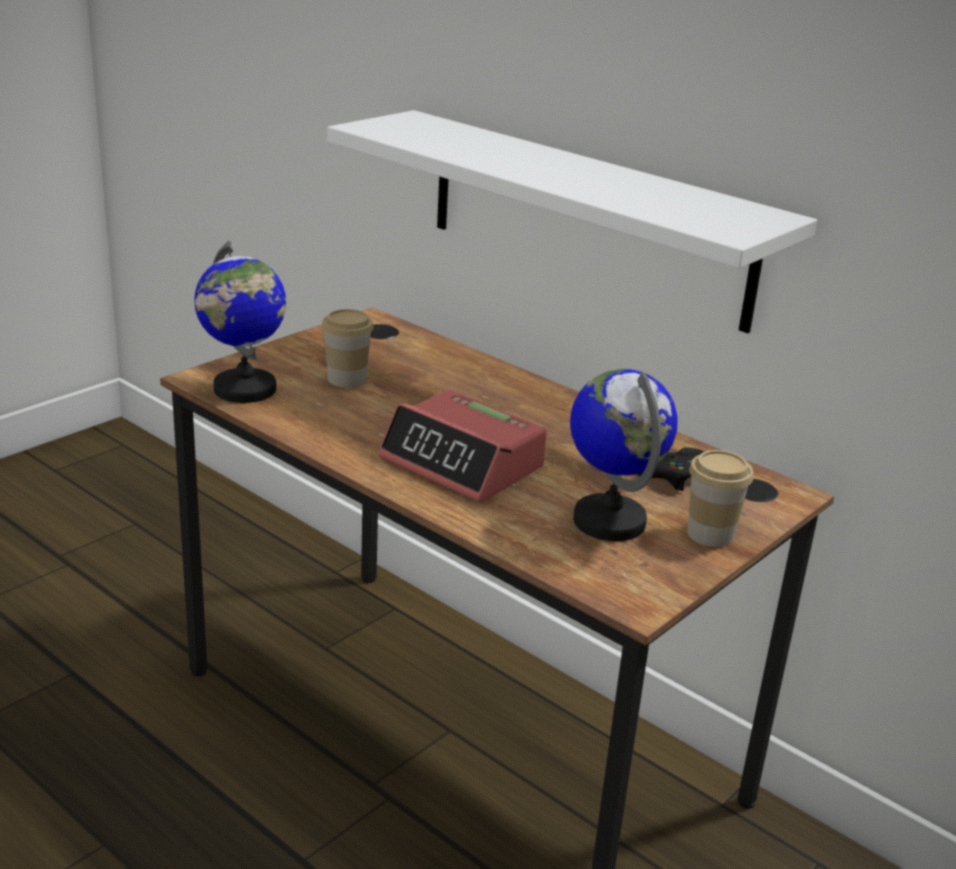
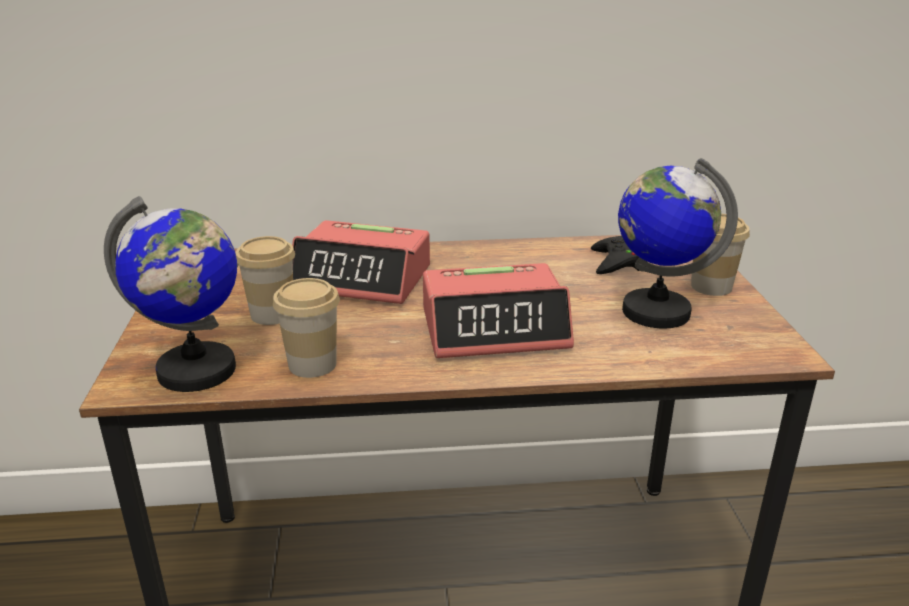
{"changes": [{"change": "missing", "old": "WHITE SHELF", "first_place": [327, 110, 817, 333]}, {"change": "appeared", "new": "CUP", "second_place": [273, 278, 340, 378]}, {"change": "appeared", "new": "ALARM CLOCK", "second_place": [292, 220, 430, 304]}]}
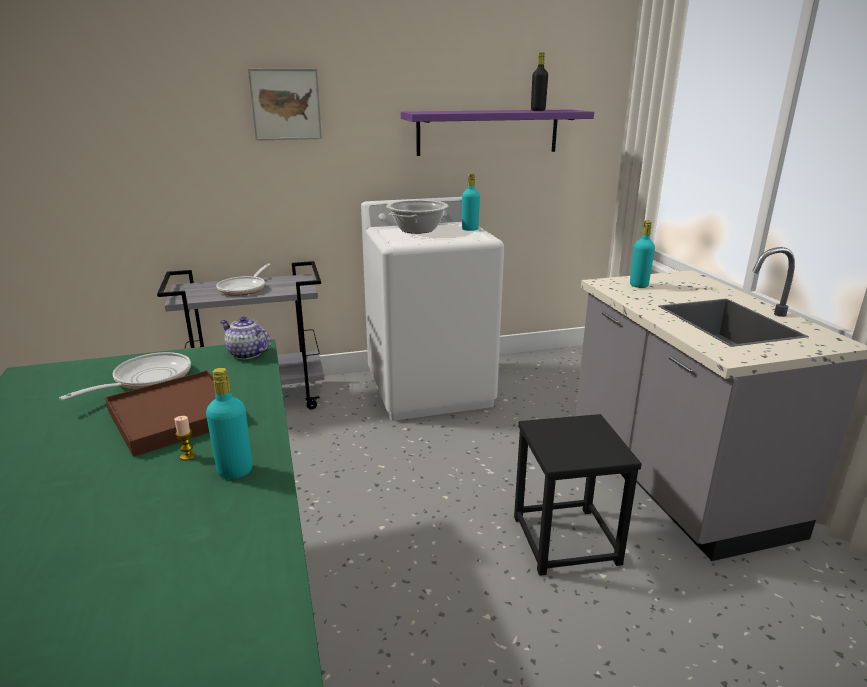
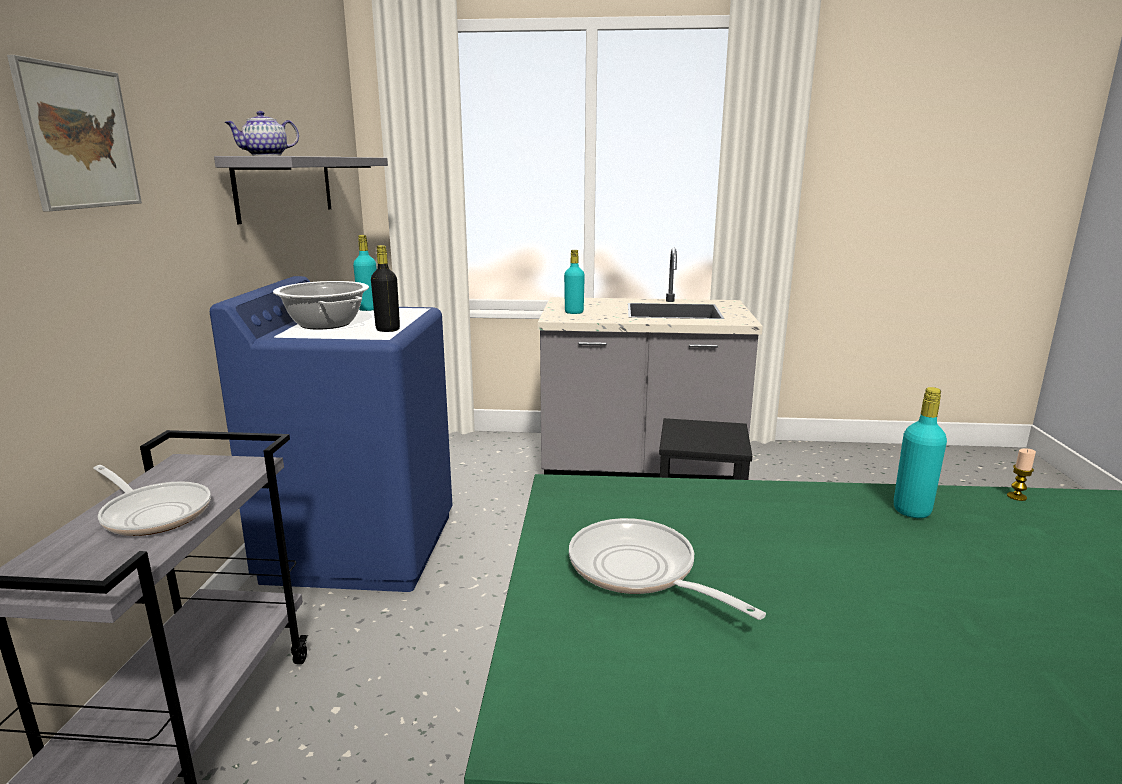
{"changes": [{"change": "missing", "old": "BROWN TRAY", "first_place": [105, 370, 216, 457]}, {"change": "relocated", "old": "CANDLE", "first_place": [174, 416, 196, 461], "second_place": [1007, 448, 1036, 501]}, {"change": "relocated", "old": "TEAPOT", "first_place": [220, 316, 271, 359], "second_place": [225, 111, 299, 156]}, {"change": "colour", "old": "WHITE WASHING MACHINE", "new": "BLUE WASHING MACHINE", "first_place": [361, 197, 504, 421], "second_place": [210, 276, 452, 592]}, {"change": "colour", "old": "PURPLE SHELF", "new": "GREY SHELF", "first_place": [401, 109, 594, 156], "second_place": [214, 156, 388, 224]}, {"change": "relocated", "old": "BLACK BOTTLE", "first_place": [531, 52, 548, 111], "second_place": [371, 245, 400, 332]}]}
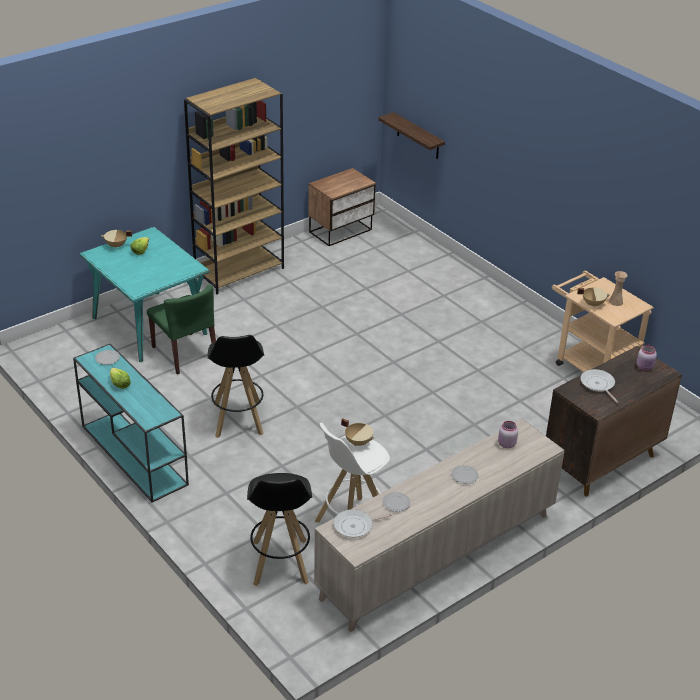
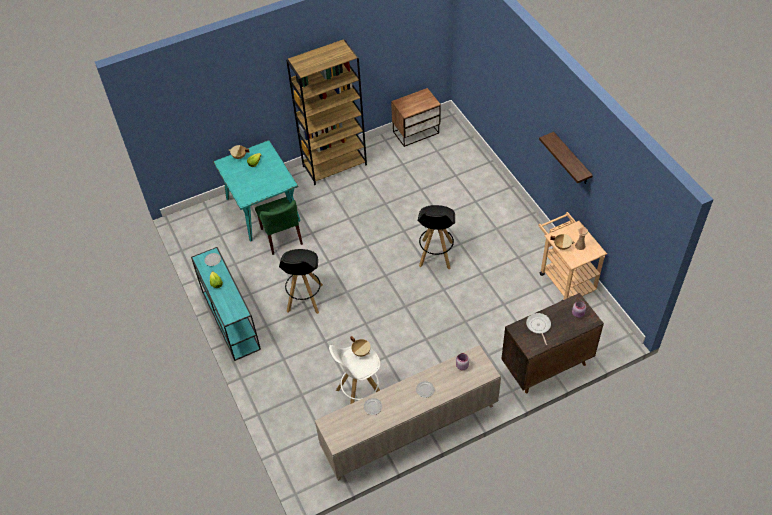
{"changes": [{"change": "relocated", "old": "BLACK STOOL", "first_place": [247, 473, 312, 586], "second_place": [418, 205, 455, 269]}, {"change": "missing", "old": "FRYING PAN", "first_place": [334, 509, 392, 538]}, {"change": "relocated", "old": "SHELF", "first_place": [378, 112, 445, 159], "second_place": [539, 132, 593, 184]}]}
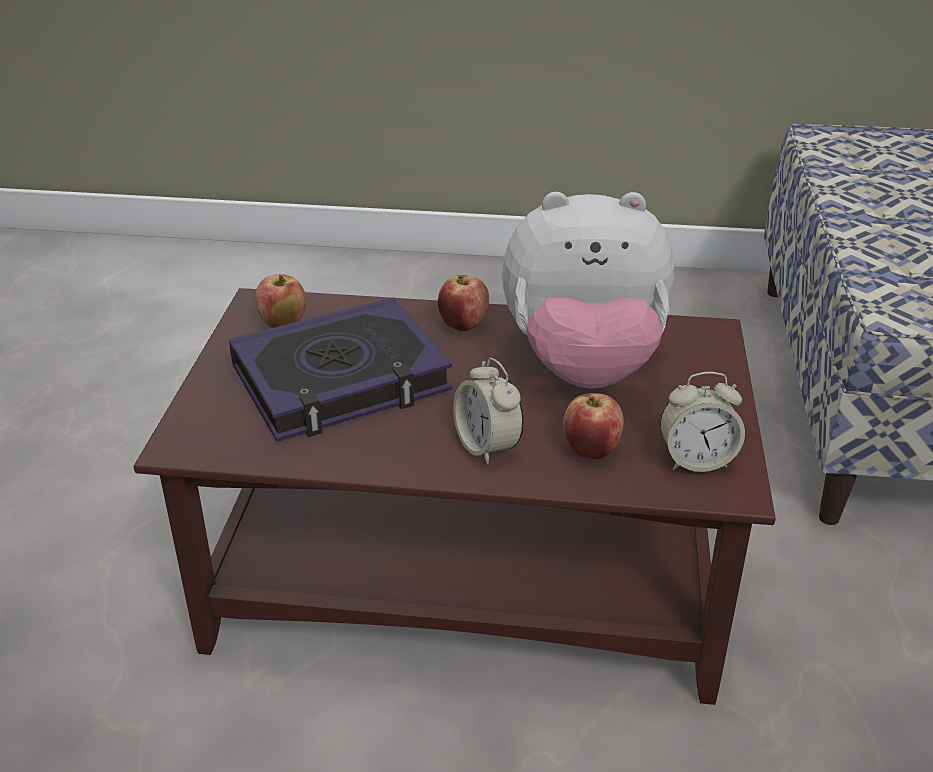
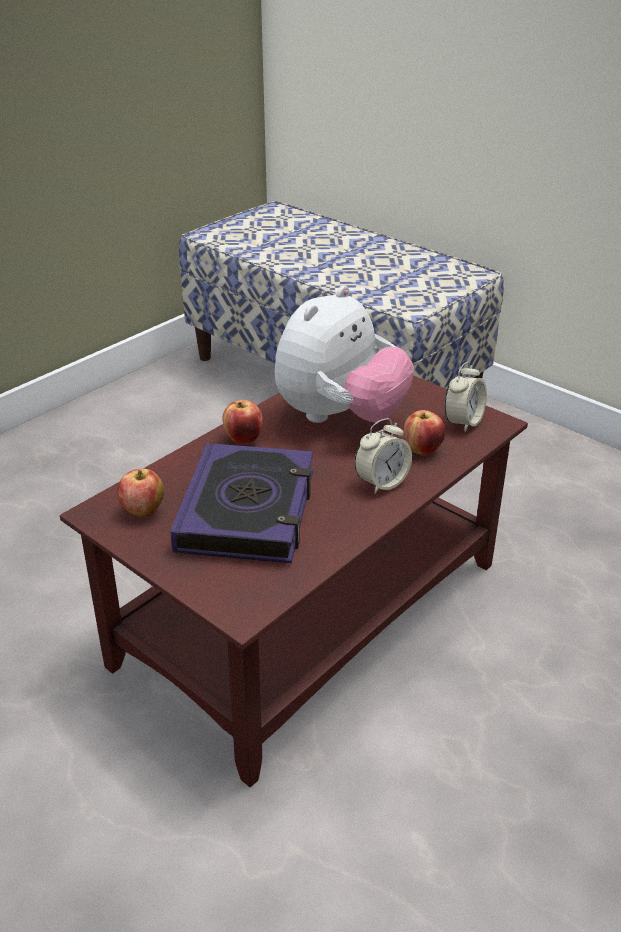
{"changes": [{"change": "spun", "old": "ALARM CLOCK", "first_place": [453, 358, 524, 465], "second_place": [354, 418, 412, 494], "degrees": -45}]}
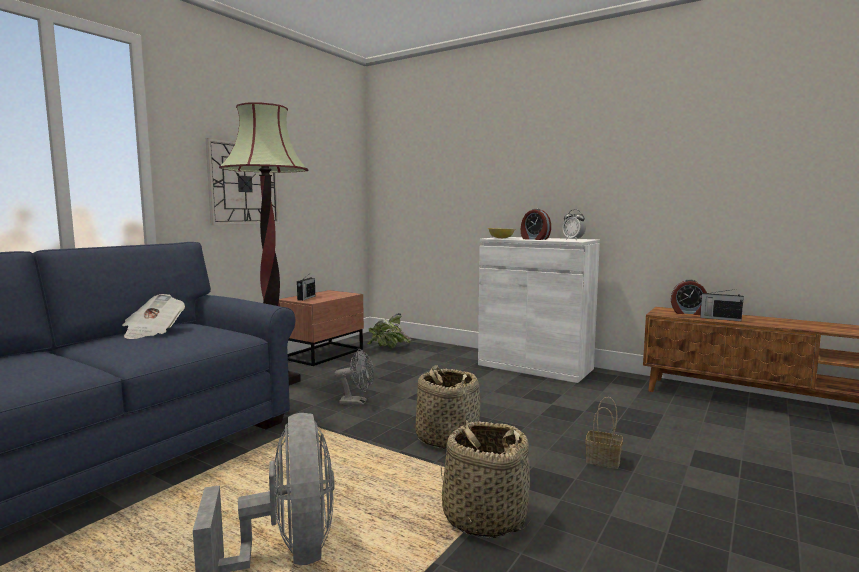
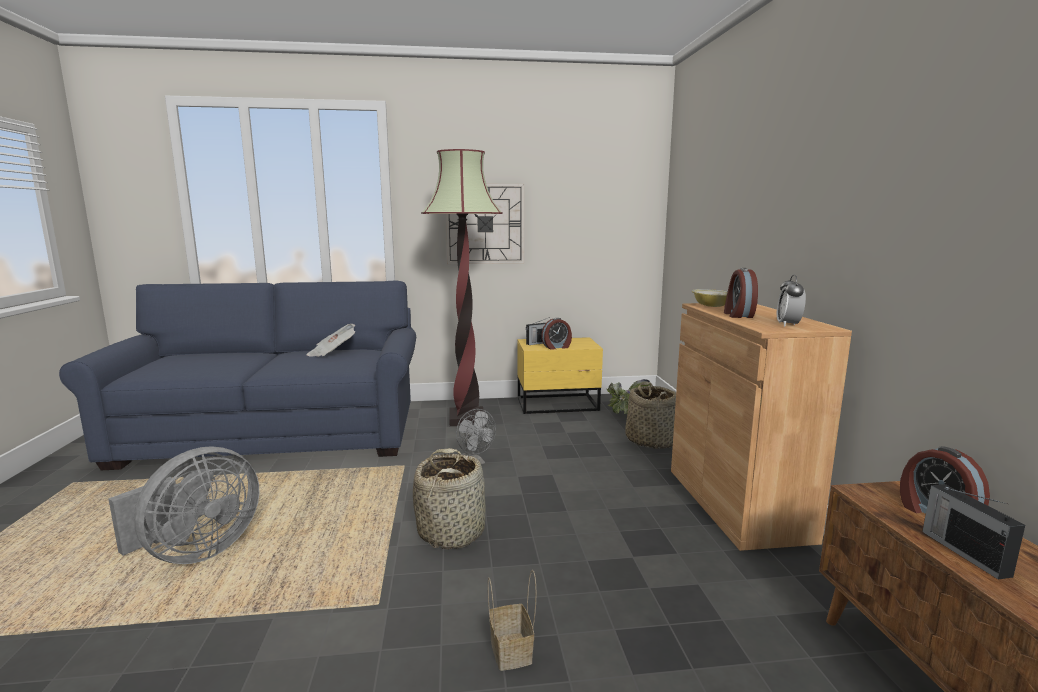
{"changes": [{"change": "colour", "old": "BROWN NIGHTSTAND", "new": "YELLOW NIGHTSTAND", "first_place": [279, 290, 364, 366], "second_place": [517, 337, 603, 414]}, {"change": "relocated", "old": "BASKET", "first_place": [441, 420, 531, 538], "second_place": [625, 382, 676, 449]}, {"change": "colour", "old": "WHITE CABINET", "new": "BROWN CABINET", "first_place": [478, 237, 600, 383], "second_place": [671, 303, 852, 551]}, {"change": "appeared", "new": "ALARM CLOCK", "second_place": [541, 318, 572, 350]}]}
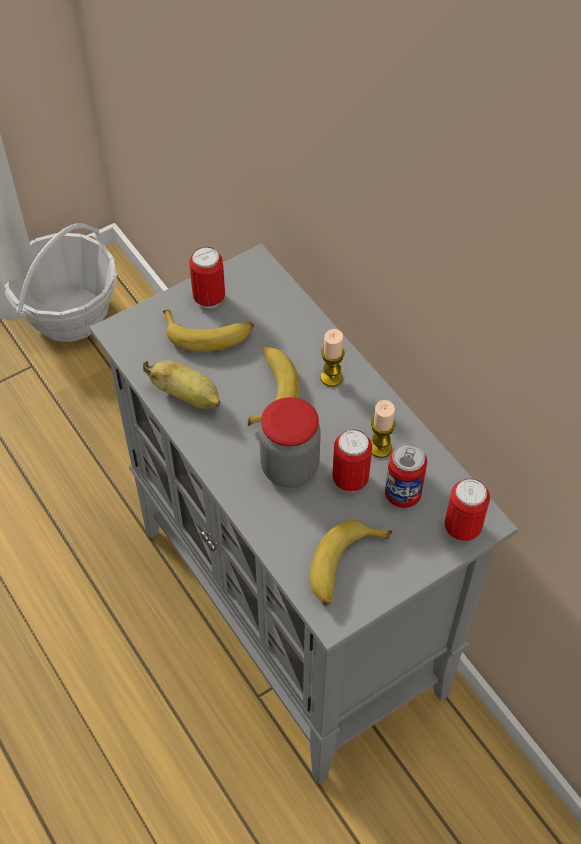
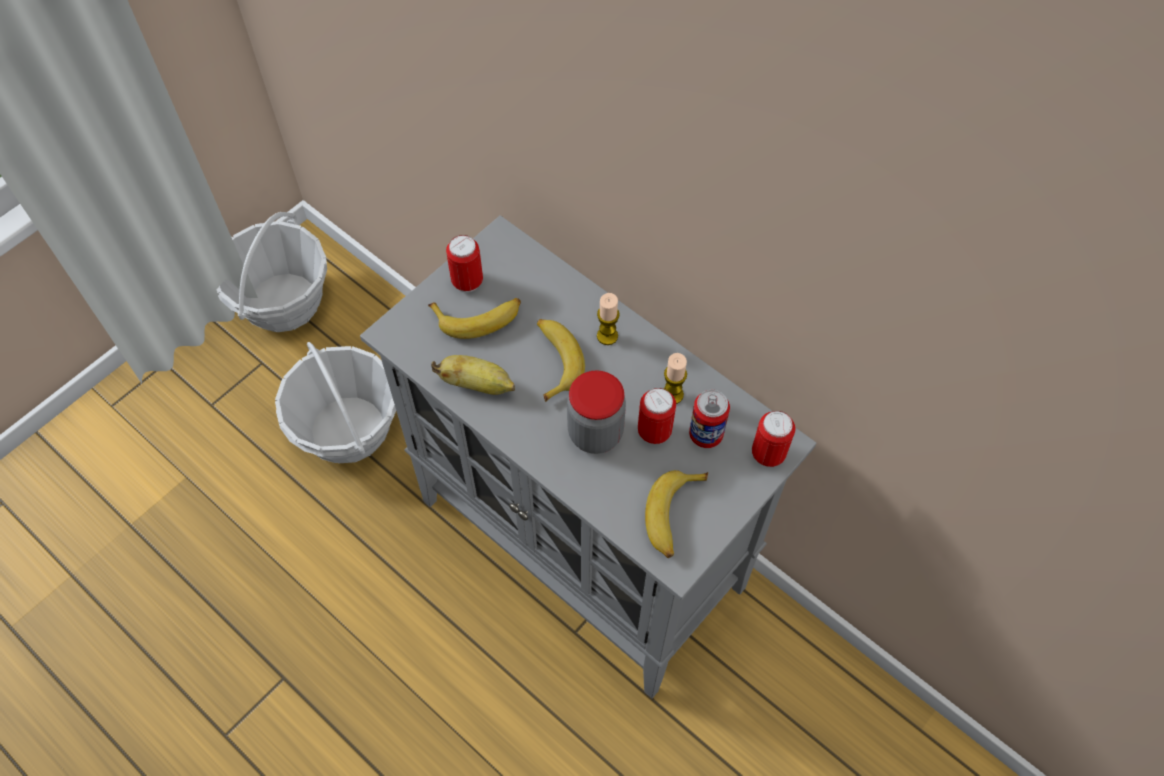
{"changes": [{"change": "appeared", "new": "BASKET", "second_place": [275, 342, 396, 463]}]}
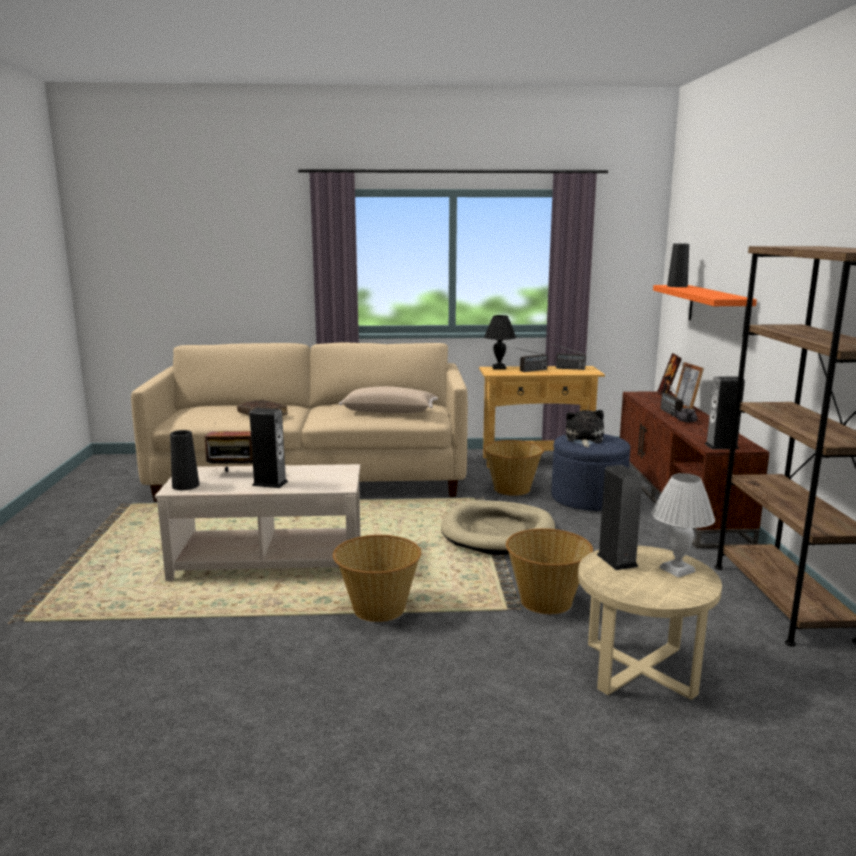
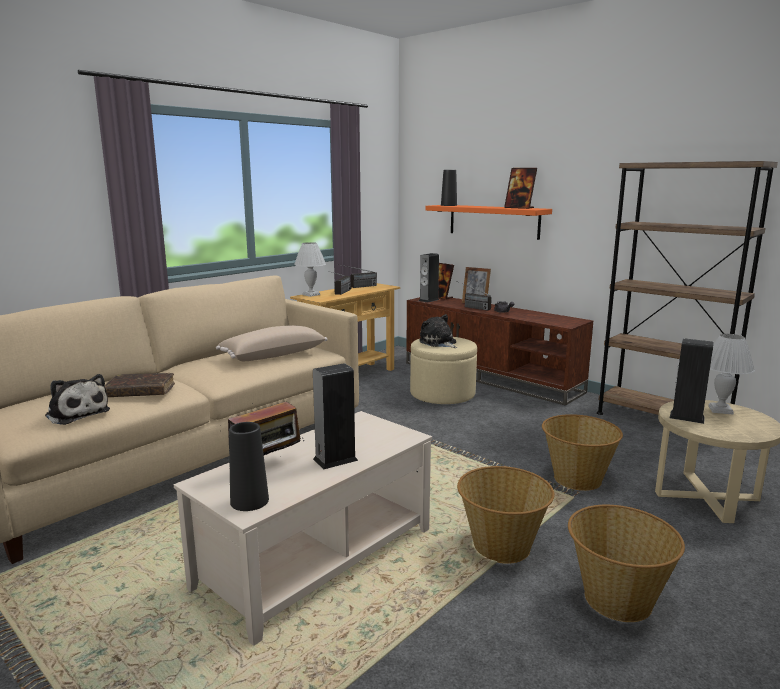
{"changes": [{"change": "missing", "old": "BEIGE DOG BED", "first_place": [441, 500, 555, 555]}, {"change": "relocated", "old": "BASKET", "first_place": [483, 440, 544, 496], "second_place": [568, 505, 685, 622]}, {"change": "colour", "old": "BLACK TABLE LAMP", "new": "WHITE TABLE LAMP", "first_place": [484, 315, 516, 370], "second_place": [294, 242, 326, 297]}, {"change": "colour", "old": "BLUE OTTOMAN", "new": "BEIGE OTTOMAN", "first_place": [551, 434, 630, 511], "second_place": [410, 337, 477, 404]}, {"change": "relocated", "old": "SPEAKER", "first_place": [705, 376, 745, 449], "second_place": [419, 253, 439, 302]}, {"change": "appeared", "new": "PLUSH TOY", "second_place": [45, 374, 110, 425]}, {"change": "appeared", "new": "PICTURE FRAME", "second_place": [504, 168, 537, 209]}]}
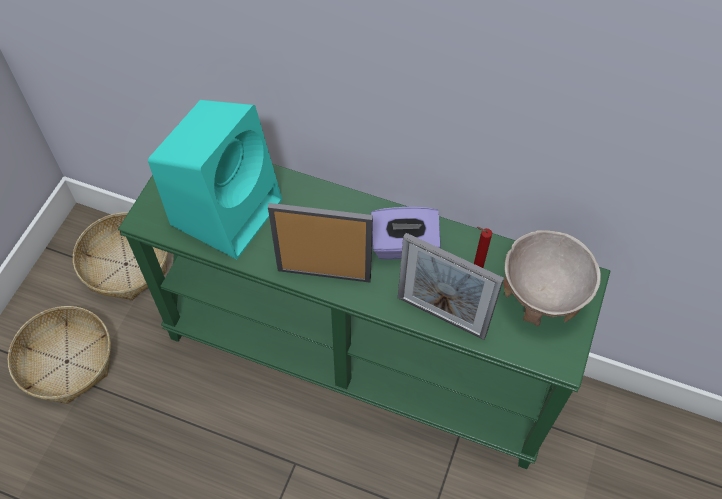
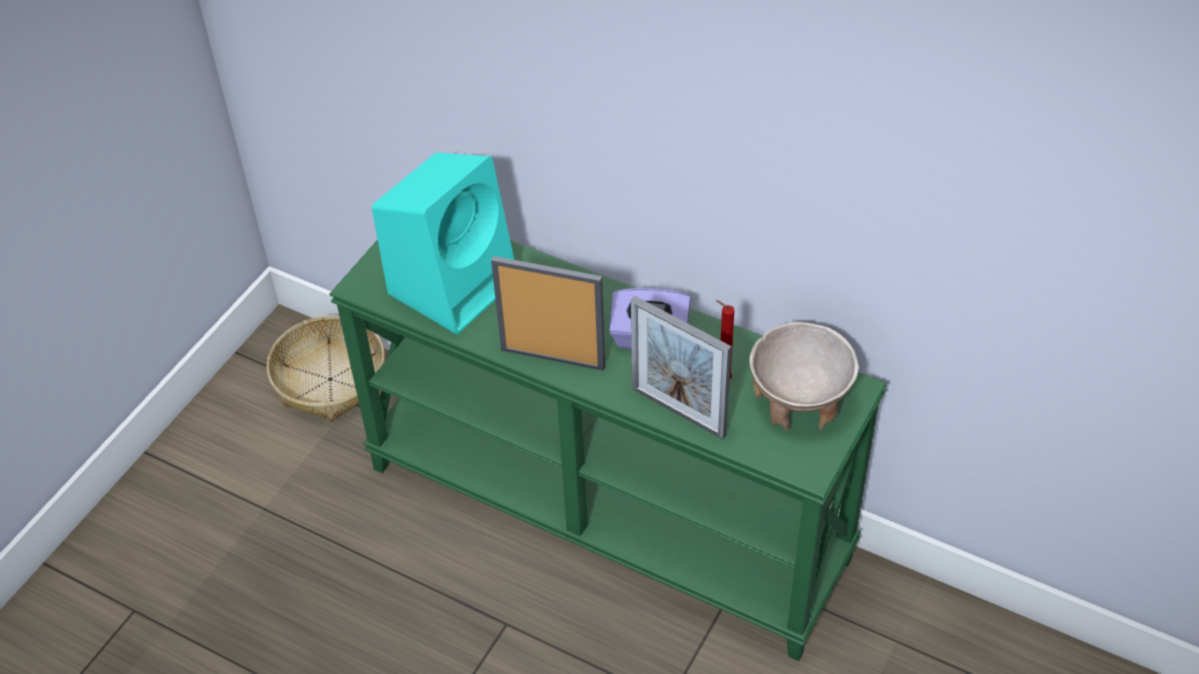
{"changes": [{"change": "missing", "old": "BASKET", "first_place": [8, 306, 111, 404]}]}
